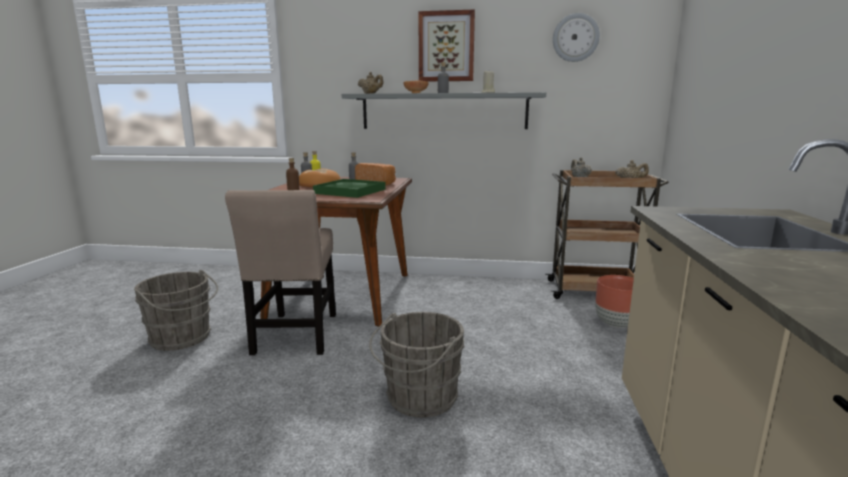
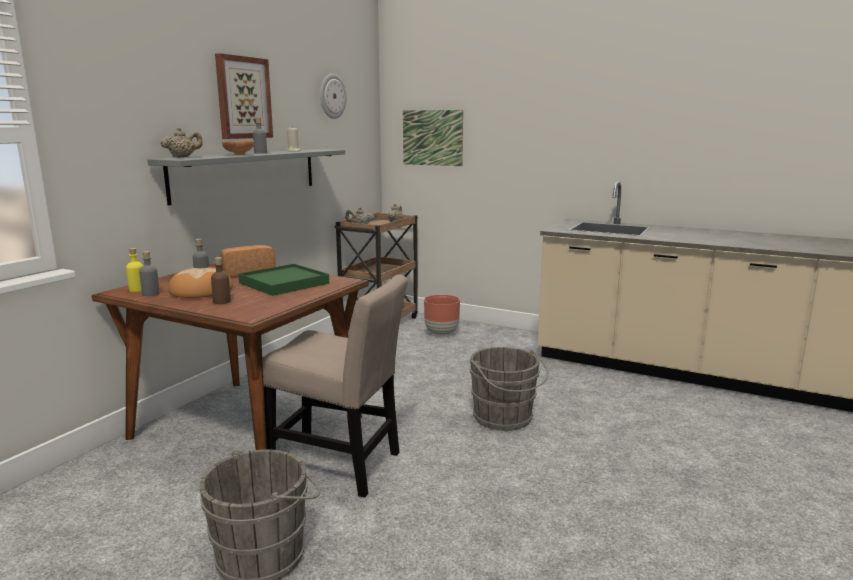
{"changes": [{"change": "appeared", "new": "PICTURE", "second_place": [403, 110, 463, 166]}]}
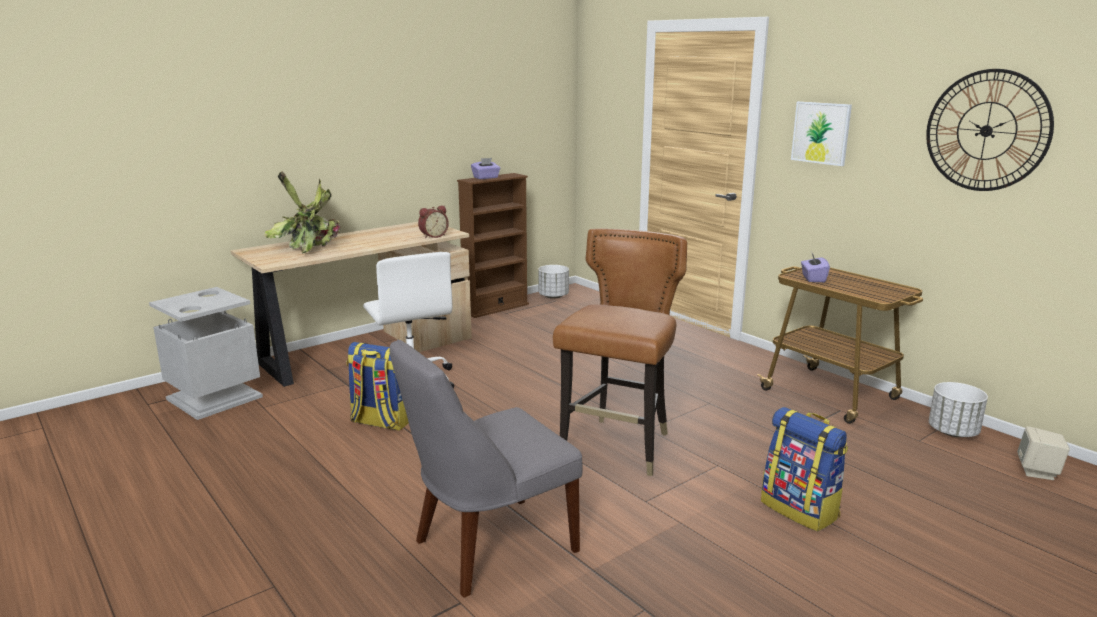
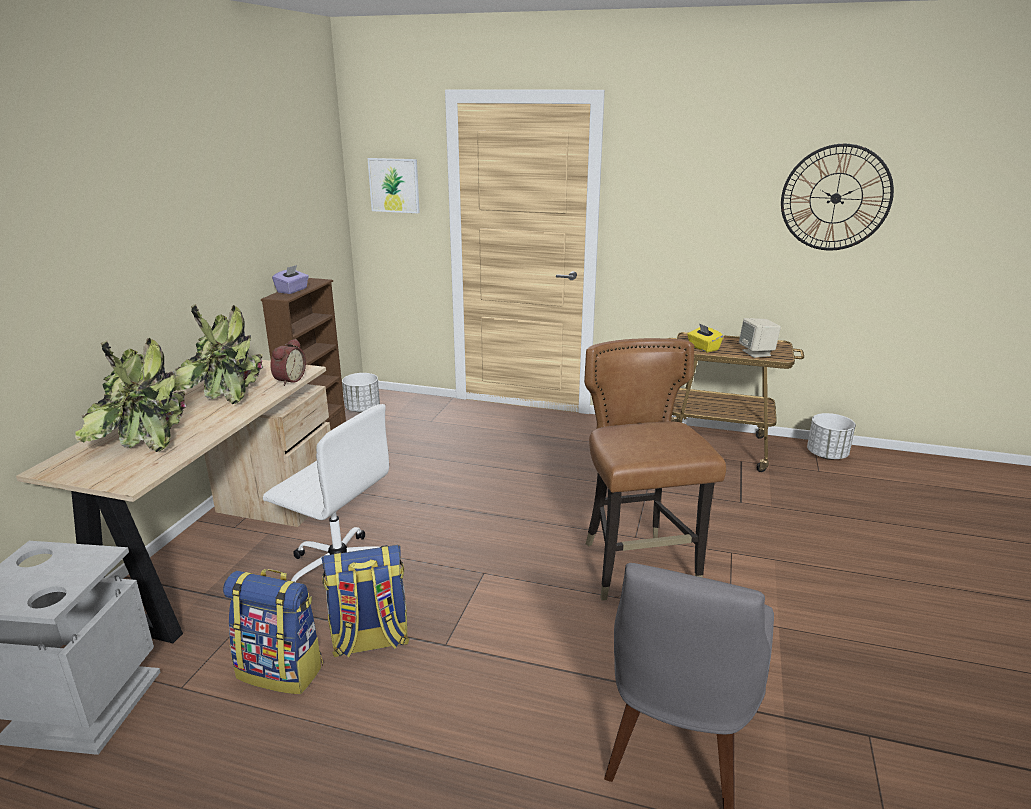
{"changes": [{"change": "relocated", "old": "BACKPACK", "first_place": [761, 407, 848, 532], "second_place": [223, 569, 323, 694]}, {"change": "relocated", "old": "PICTURE", "first_place": [791, 101, 852, 166], "second_place": [368, 158, 420, 213]}, {"change": "colour", "old": "PURPLE TISSUE BOX", "new": "YELLOW TISSUE BOX", "first_place": [801, 253, 830, 282], "second_place": [687, 323, 724, 353]}, {"change": "relocated", "old": "BEIGE SPEAKER", "first_place": [1017, 426, 1070, 480], "second_place": [739, 318, 781, 358]}, {"change": "appeared", "new": "POTTED PLANT", "second_place": [173, 304, 263, 404]}]}
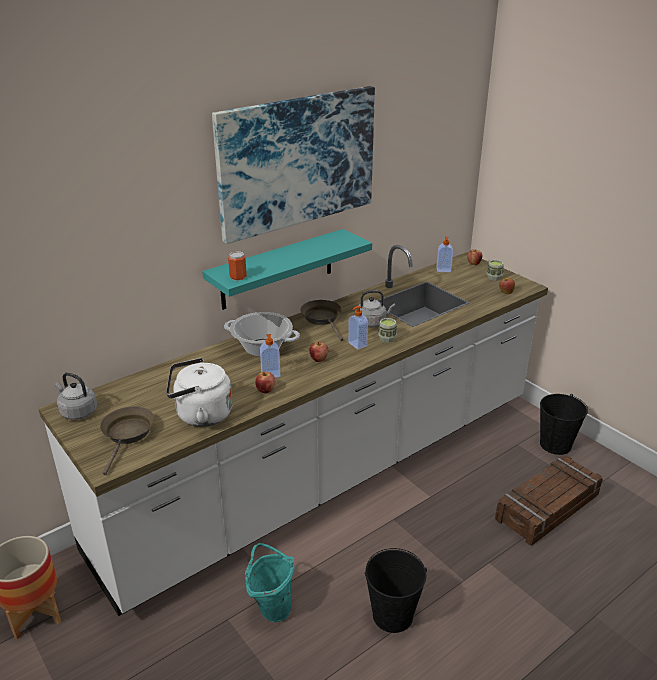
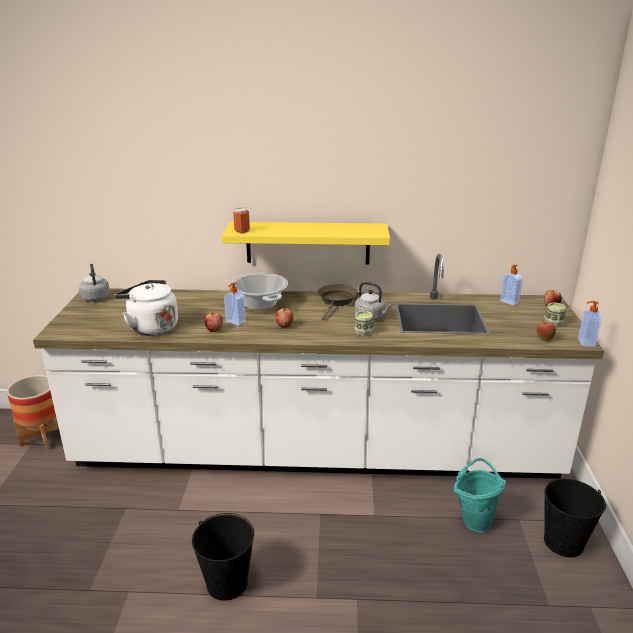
{"changes": [{"change": "missing", "old": "BROWN FRYING PAN", "first_place": [100, 406, 155, 475]}, {"change": "colour", "old": "TURQUOISE SHELF", "new": "YELLOW SHELF", "first_place": [202, 229, 372, 310], "second_place": [222, 222, 390, 265]}, {"change": "missing", "old": "PICTURE", "first_place": [212, 86, 375, 244]}, {"change": "relocated", "old": "TURQUOISE BUCKET", "first_place": [245, 543, 294, 622], "second_place": [454, 458, 506, 532]}, {"change": "relocated", "old": "SOAP DISPENSER", "first_place": [348, 306, 368, 350], "second_place": [578, 301, 601, 347]}, {"change": "missing", "old": "CRATE", "first_place": [495, 455, 603, 546]}]}
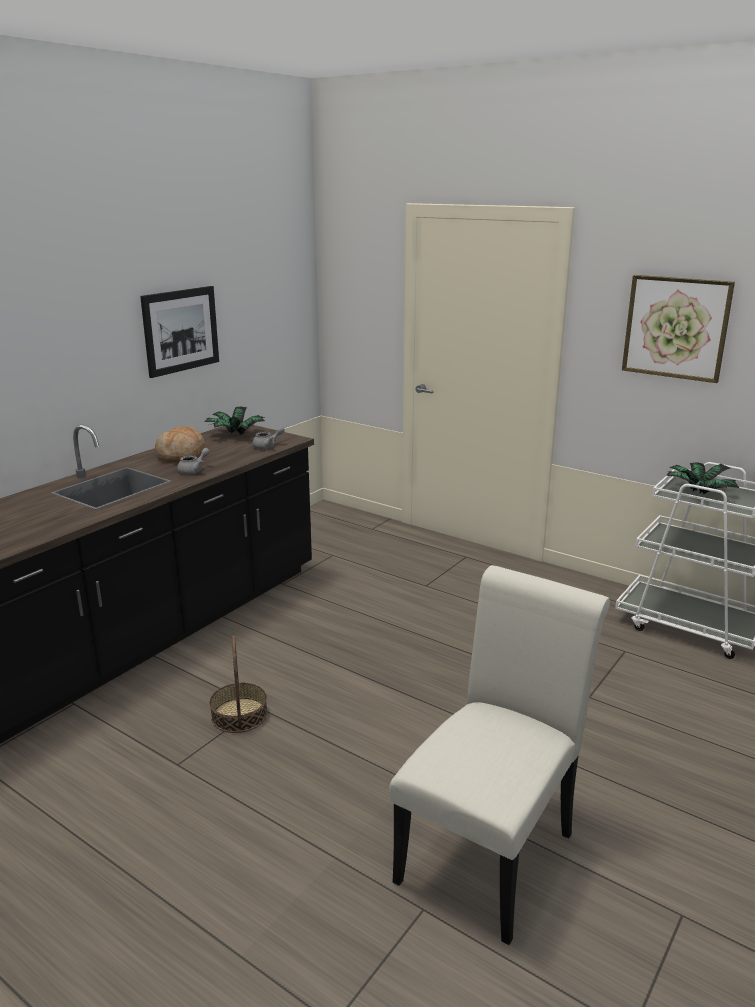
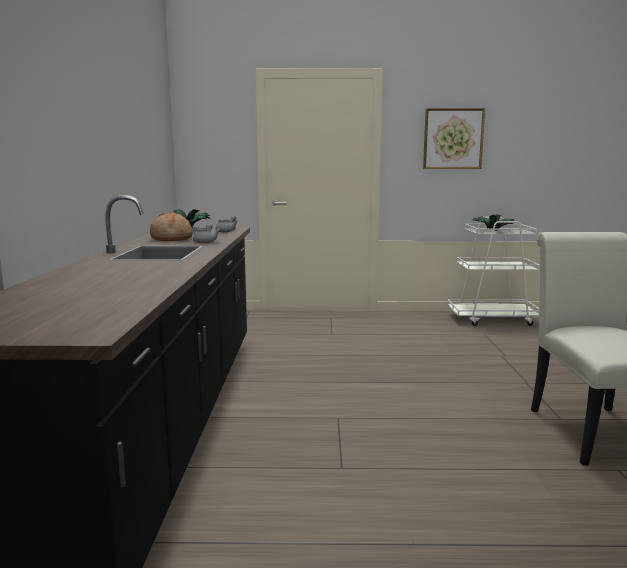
{"changes": [{"change": "missing", "old": "PICTURE", "first_place": [140, 286, 219, 378]}, {"change": "missing", "old": "BASKET", "first_place": [210, 636, 268, 733]}]}
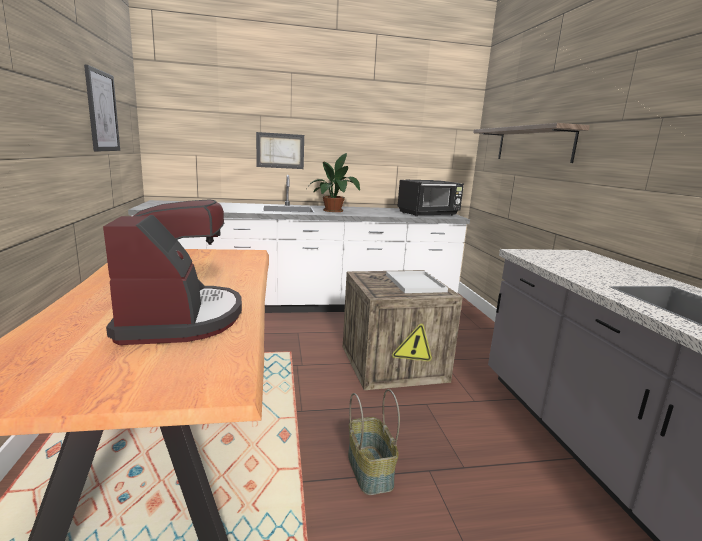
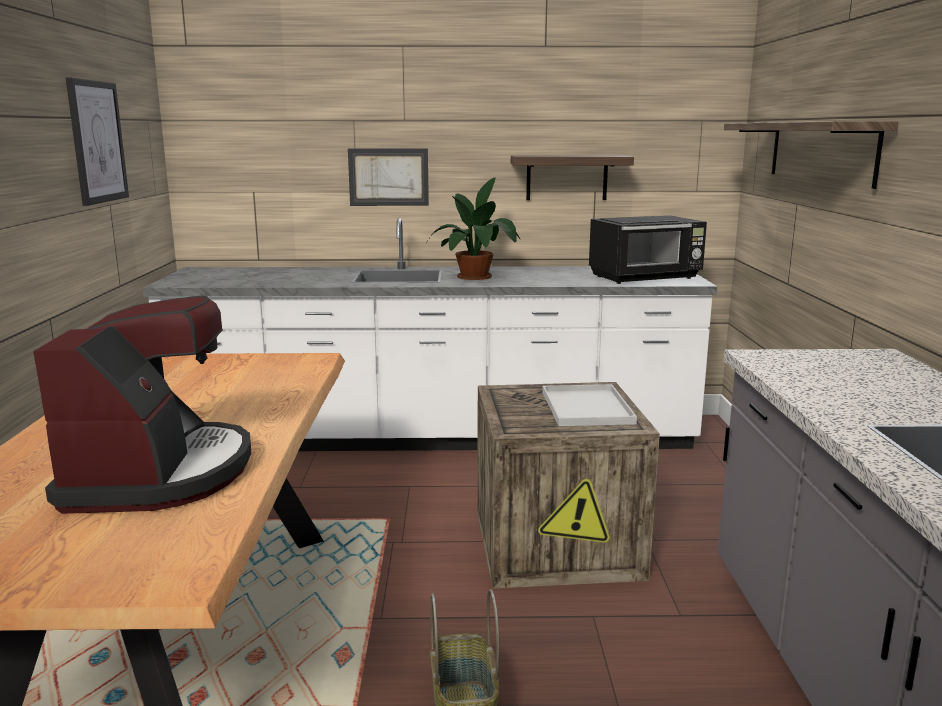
{"changes": [{"change": "appeared", "new": "SHELF", "second_place": [511, 155, 634, 200]}]}
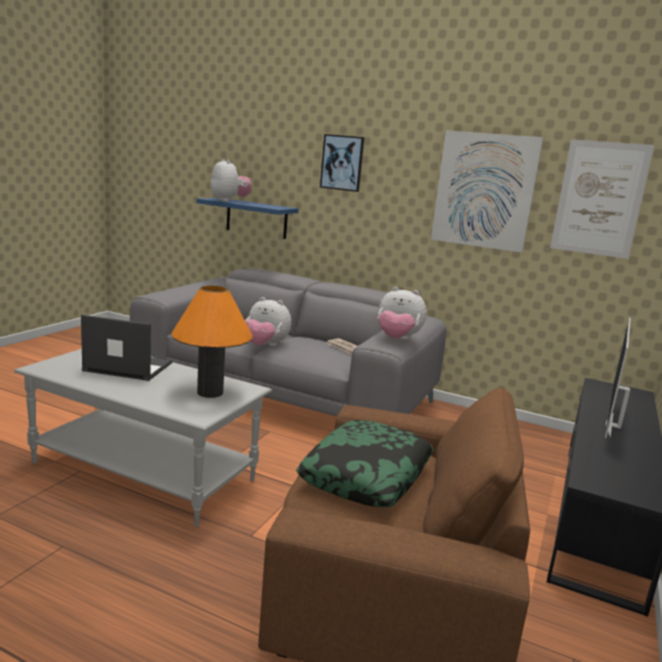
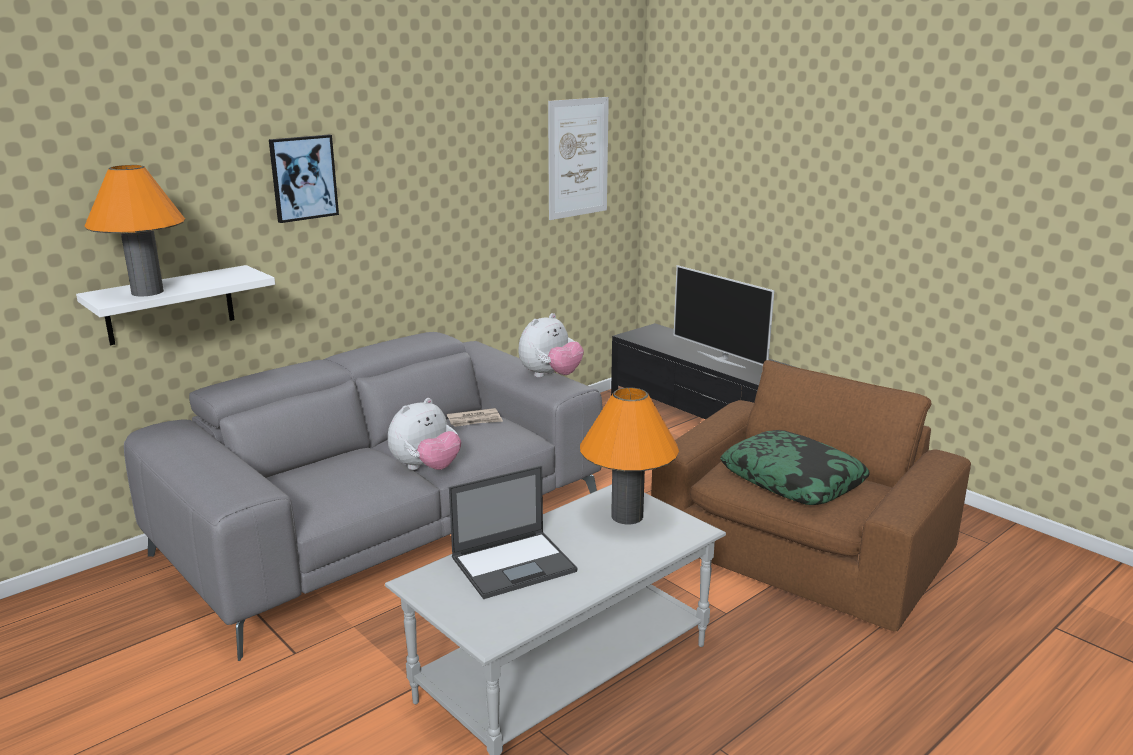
{"changes": [{"change": "spun", "old": "LAPTOP", "first_place": [81, 315, 173, 381], "second_place": [449, 466, 578, 599], "degrees": -150}, {"change": "colour", "old": "BLUE SHELF", "new": "WHITE SHELF", "first_place": [197, 198, 299, 239], "second_place": [76, 265, 275, 345]}, {"change": "exchanged", "old": "PLUSH TOY", "new": "ORANGE TABLE LAMP", "first_place": [210, 159, 252, 202], "second_place": [85, 165, 185, 296]}, {"change": "missing", "old": "PICTURE", "first_place": [431, 130, 543, 253]}]}
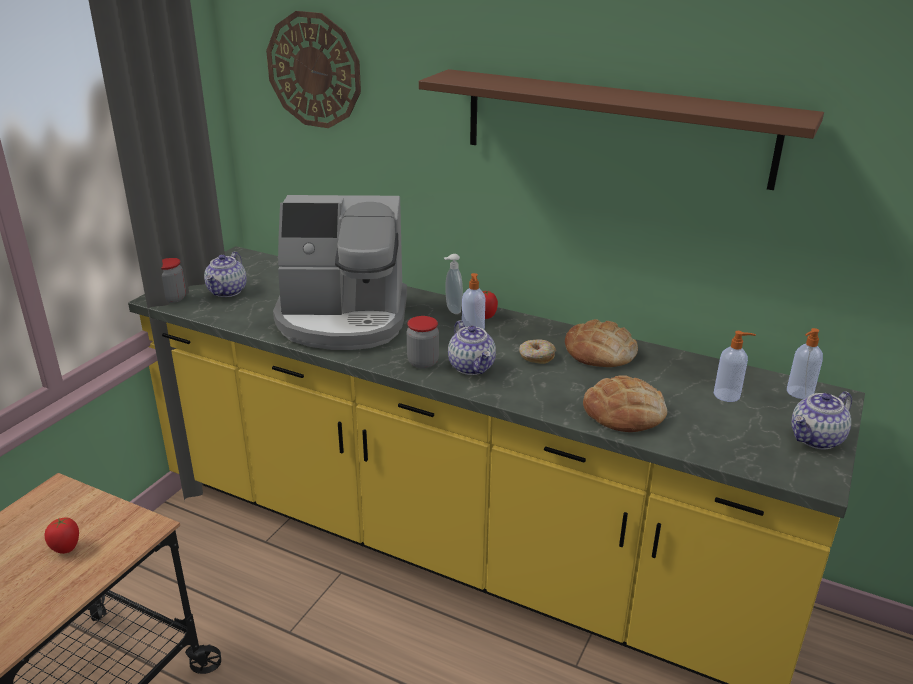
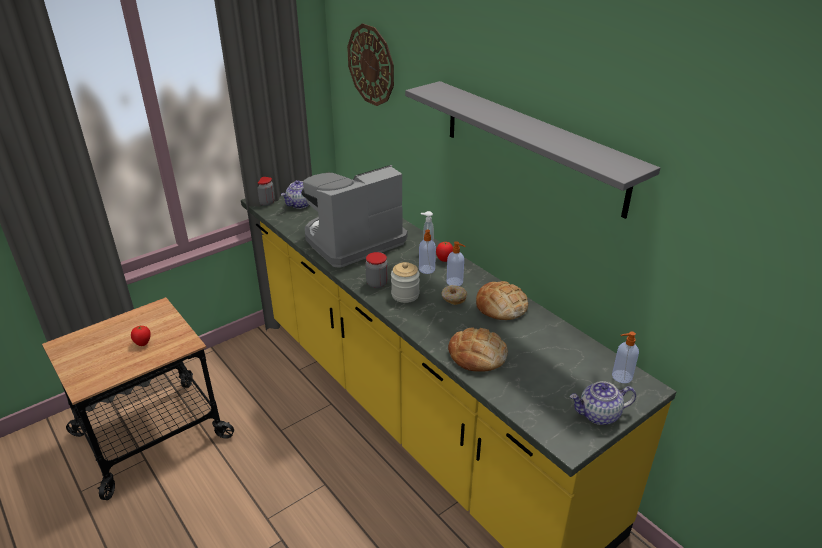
{"changes": [{"change": "spun", "old": "COFFEE MACHINE", "first_place": [273, 195, 407, 350], "second_place": [301, 165, 407, 268], "degrees": 120}, {"change": "colour", "old": "BROWN SHELF", "new": "GREY SHELF", "first_place": [419, 69, 824, 190], "second_place": [405, 81, 660, 219]}, {"change": "exchanged", "old": "TEAPOT", "new": "JAR", "first_place": [448, 320, 496, 375], "second_place": [391, 262, 420, 303]}, {"change": "relocated", "old": "SOAP DISPENSER", "first_place": [714, 331, 756, 402], "second_place": [447, 241, 465, 286]}]}
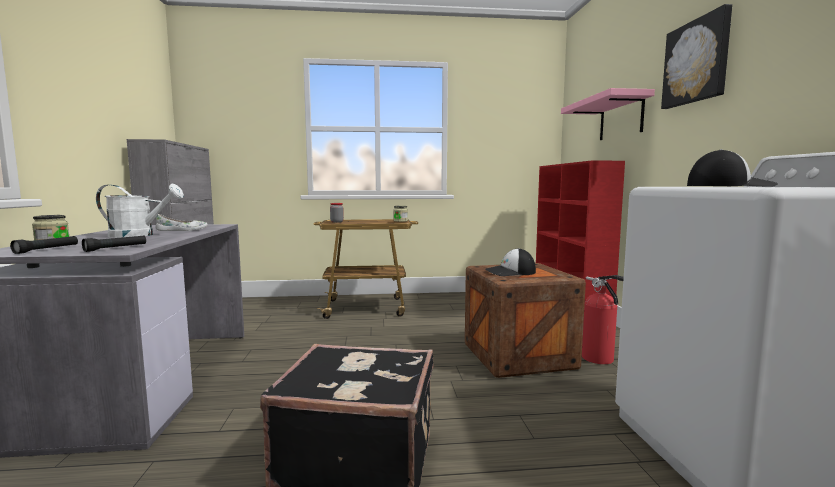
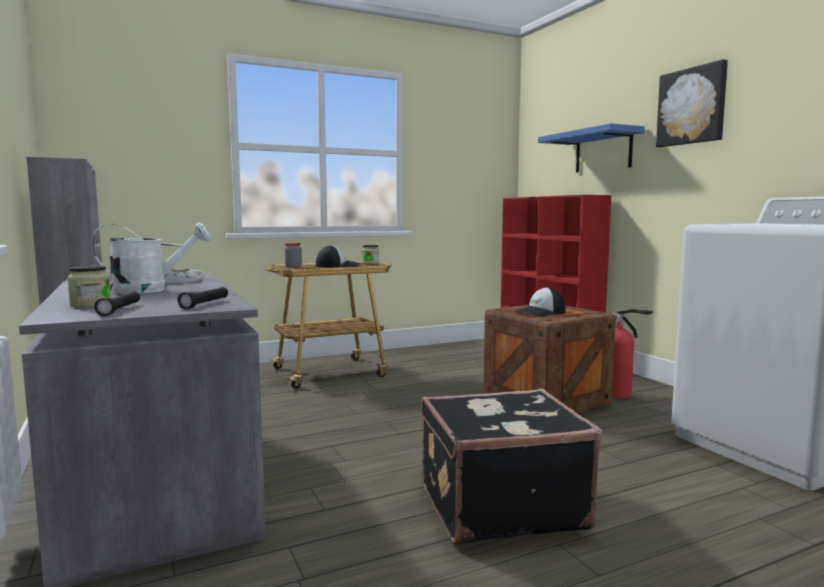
{"changes": [{"change": "colour", "old": "PINK SHELF", "new": "BLUE SHELF", "first_place": [561, 88, 655, 140], "second_place": [538, 123, 645, 172]}, {"change": "relocated", "old": "CAP", "first_place": [687, 149, 778, 187], "second_place": [316, 245, 360, 268]}]}
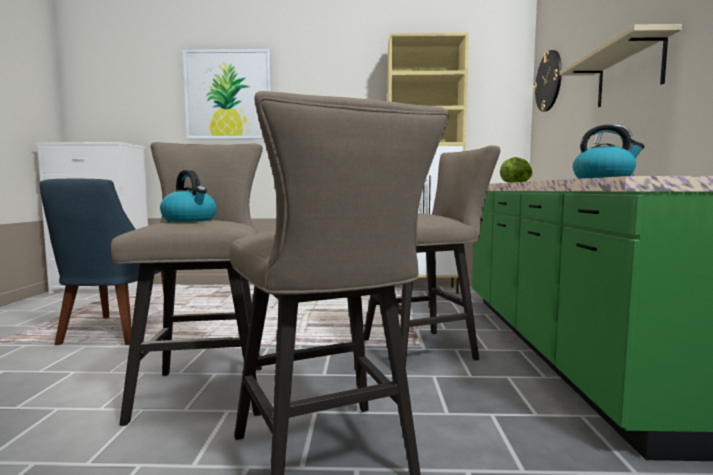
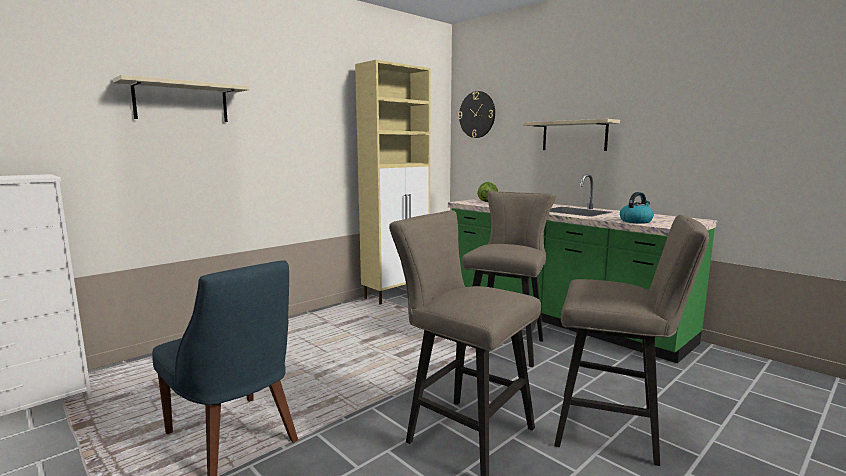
{"changes": [{"change": "missing", "old": "KETTLE", "first_place": [160, 170, 217, 222]}, {"change": "exchanged", "old": "PICTURE", "new": "BEIGE SHELF", "first_place": [183, 49, 272, 139], "second_place": [113, 75, 250, 122]}]}
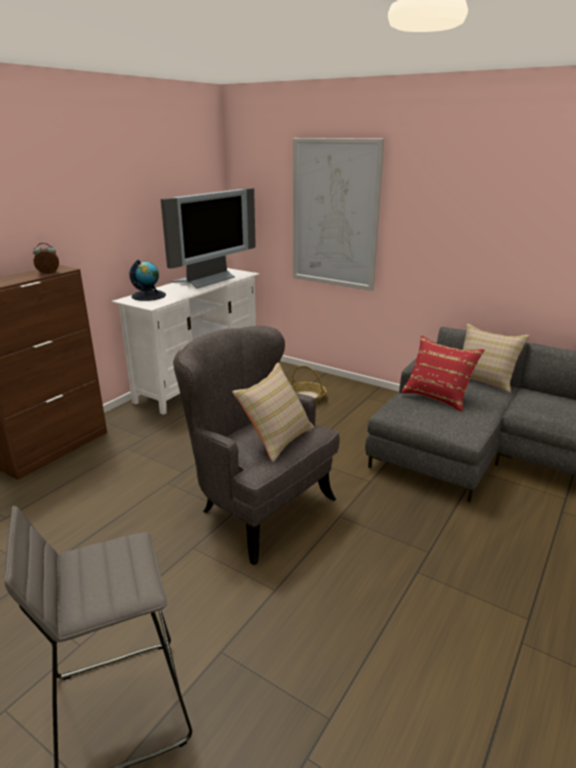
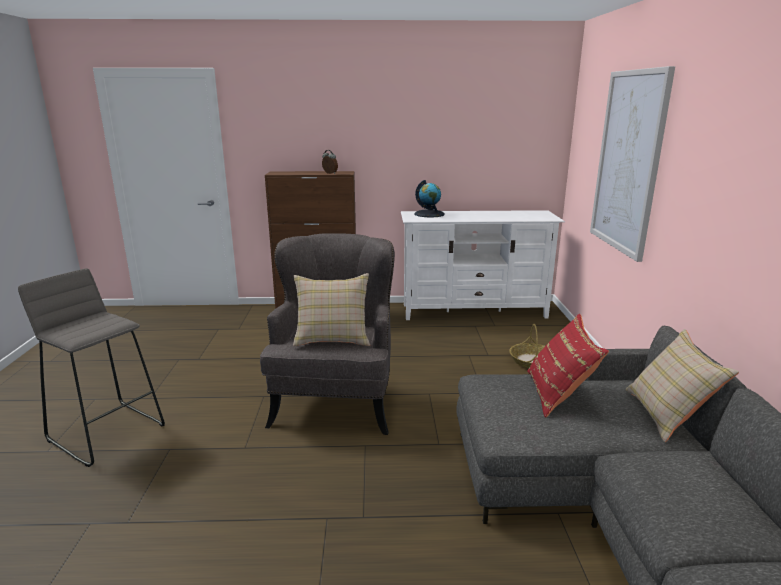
{"changes": [{"change": "missing", "old": "TELEVISION", "first_place": [161, 188, 256, 289]}]}
